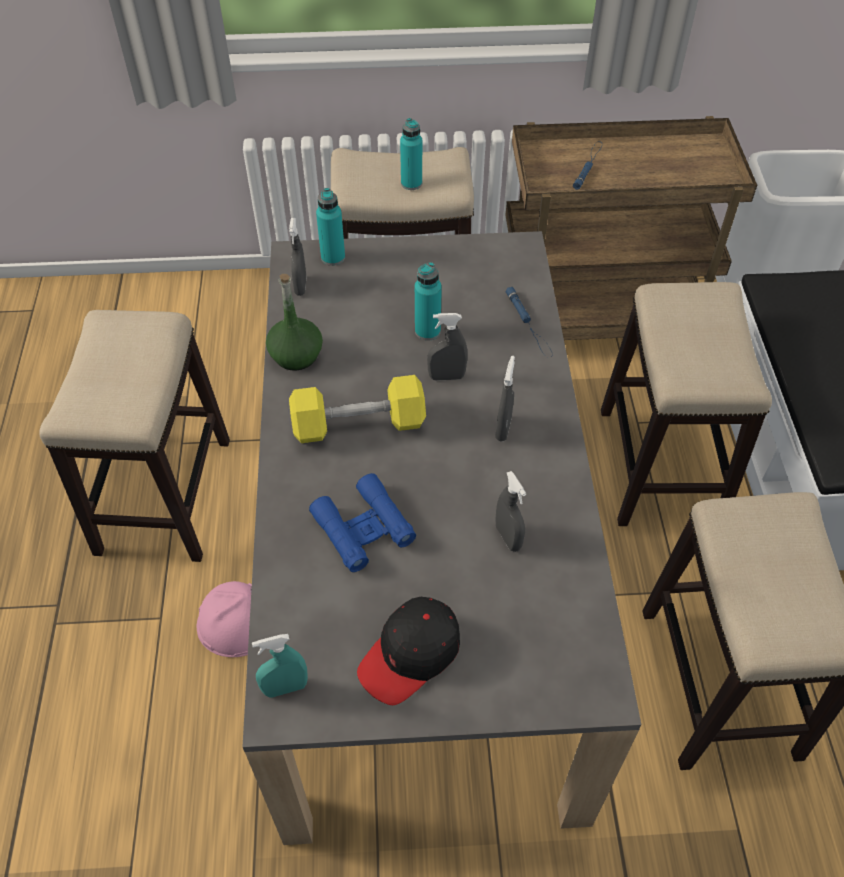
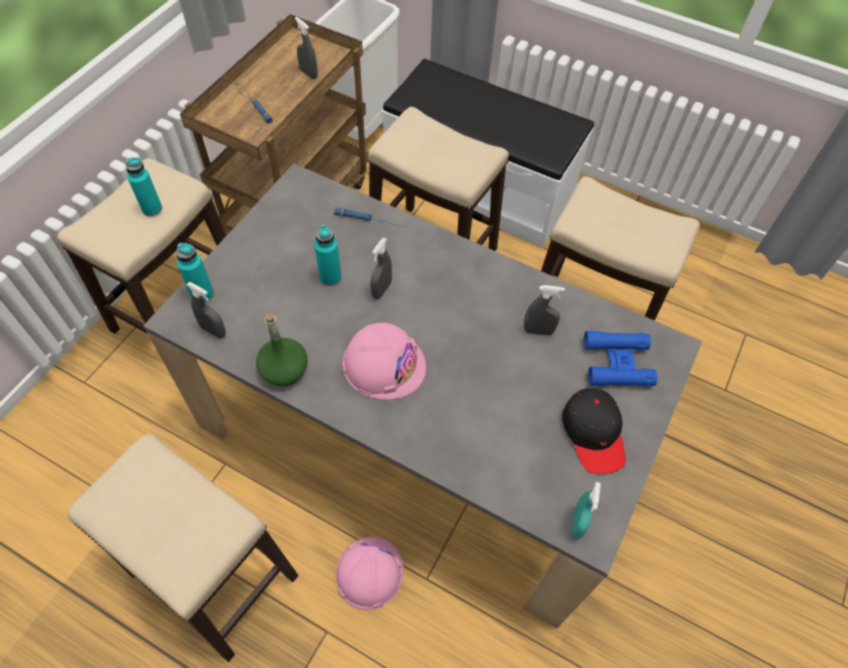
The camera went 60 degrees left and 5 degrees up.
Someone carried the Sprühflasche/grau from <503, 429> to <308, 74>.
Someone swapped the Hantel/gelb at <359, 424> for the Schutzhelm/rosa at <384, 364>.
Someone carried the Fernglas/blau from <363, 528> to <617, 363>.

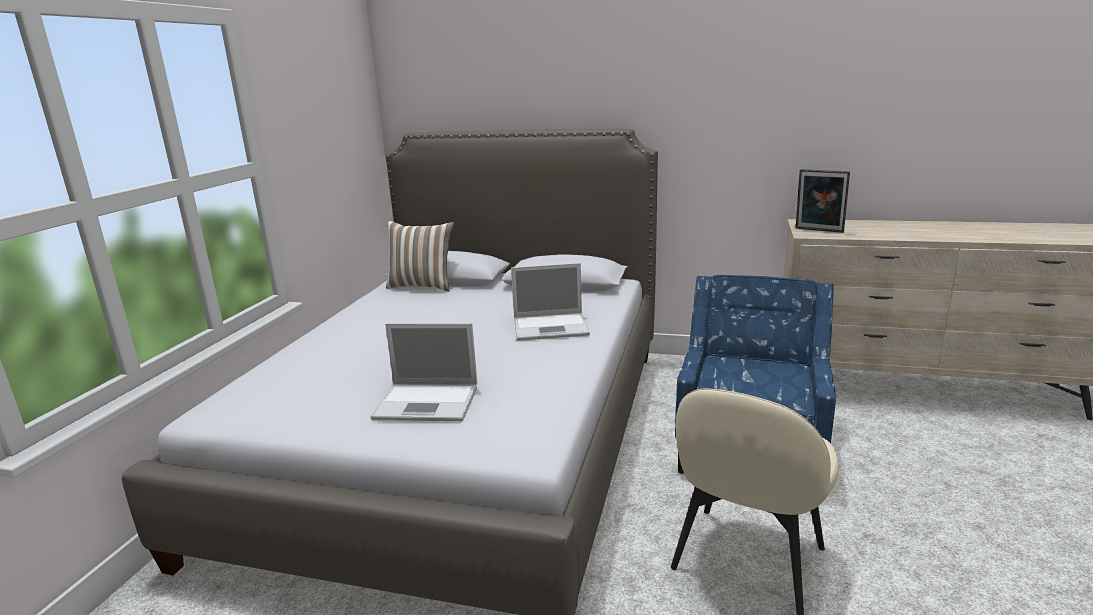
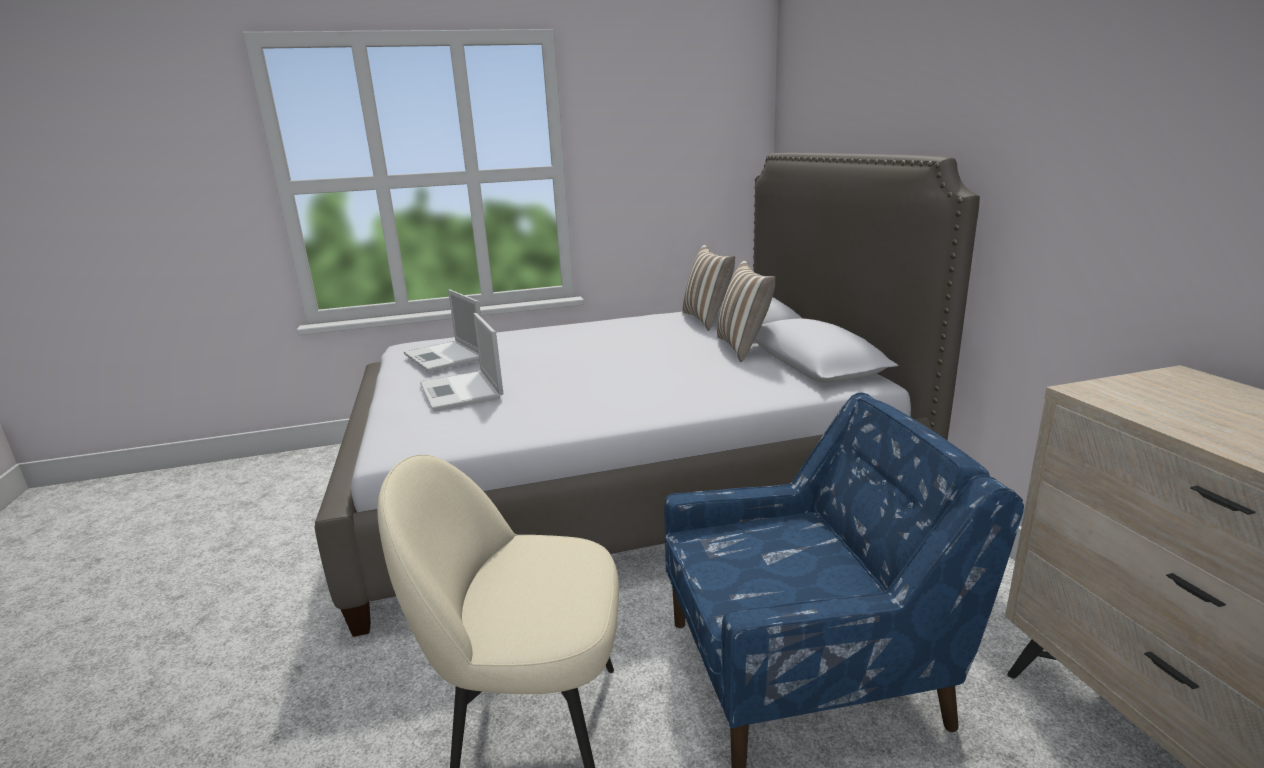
The camera went 60 degrees right and 0 degrees up.
Someone took away the Bilderrahmen at <818, 230>.
Someone carried the Laptop from <552, 327> to <445, 357>.
Someone put down the Kissen at <743, 348>.

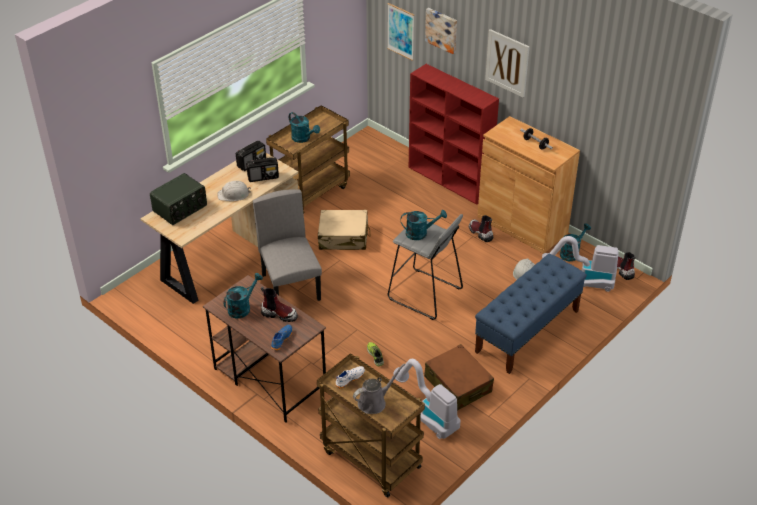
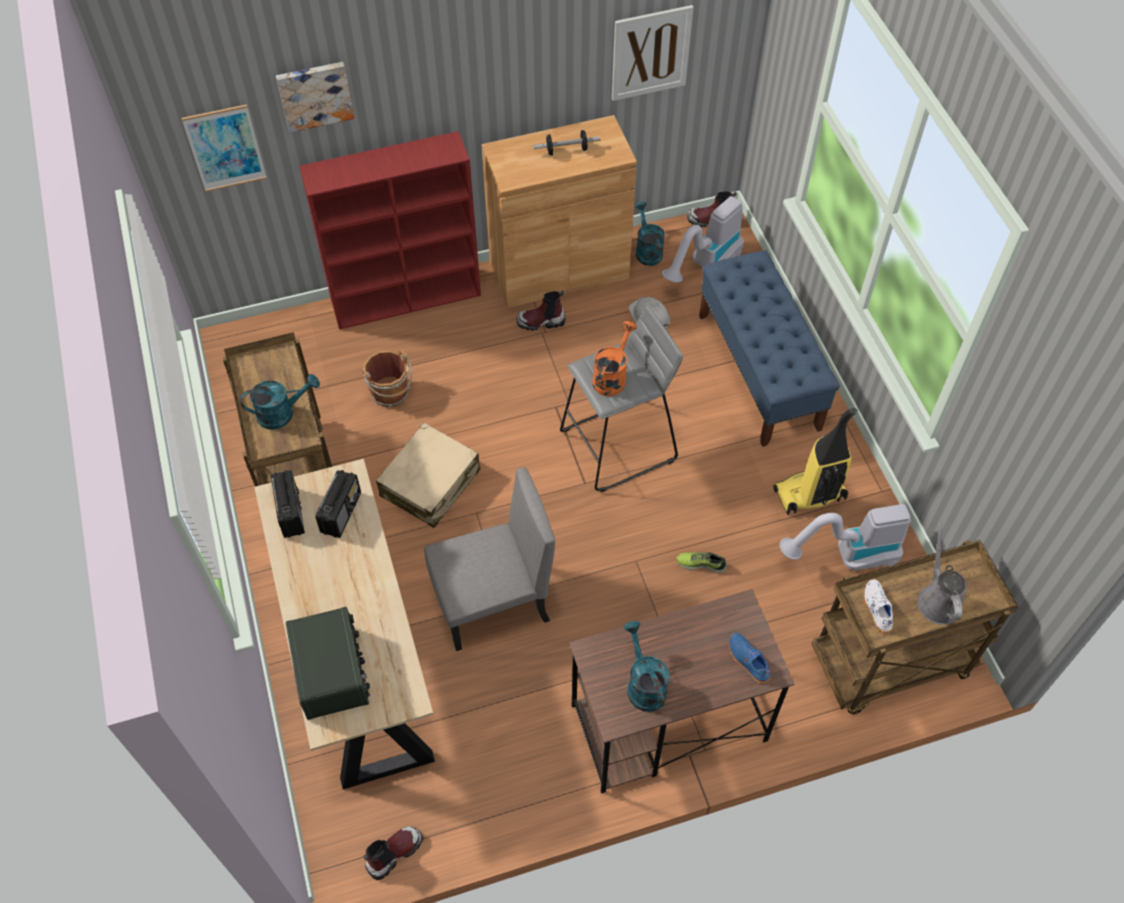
The camera went 60 degrees left and 15 degrees up.
Someone carried the Bild from <507, 63> to <650, 53>.
Someone took away the Schutzhelm/weiß at <234, 194>.
Someone rotated the Stuhl/grau at <291, 287> by 150 degrees clockwise.
Someone repainted the Gießkanne/türkis at <420, 233>, which became the Gießkanne/orange at <612, 376>.
Someone carried the Stiefel from <279, 314> to <393, 853>.
Someone swapped the Koffer/braun at <458, 384> for the Staubsauger at <809, 495>.
Someone put down the Eimer/braun at <391, 393>.

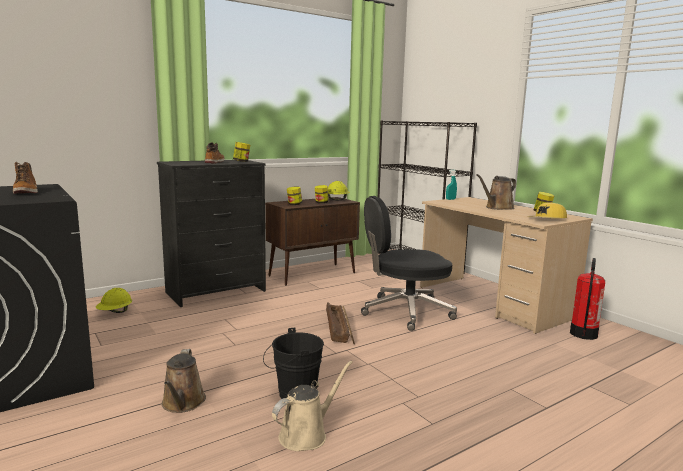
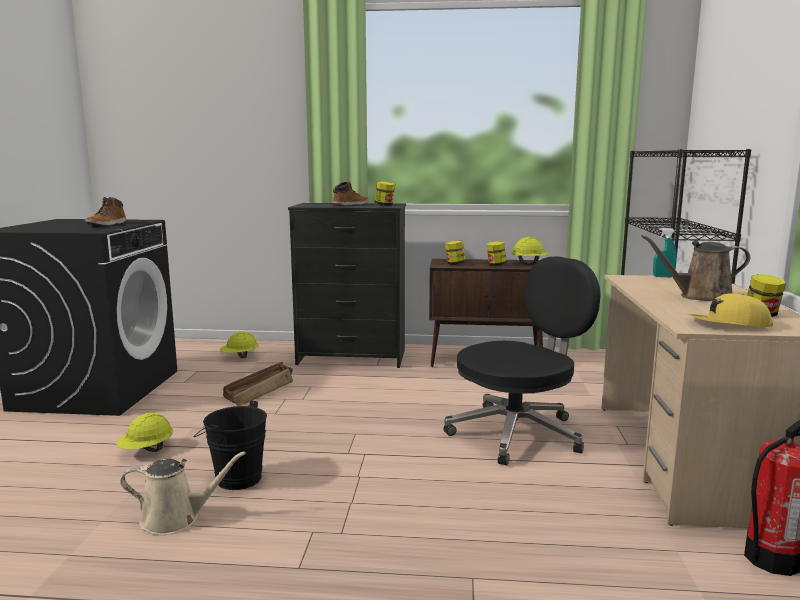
The camera went 40 degrees right and 0 degrees up.
Someone rotated the Bürostuhl/schwarz at <405, 312> by 120 degrees clockwise.
Someone carried the Kiste from <339, 328> to <261, 390>.
Someone swapped the Gießkanne/braun at <183, 403> for the Schutzhelm/gelb at <147, 450>.

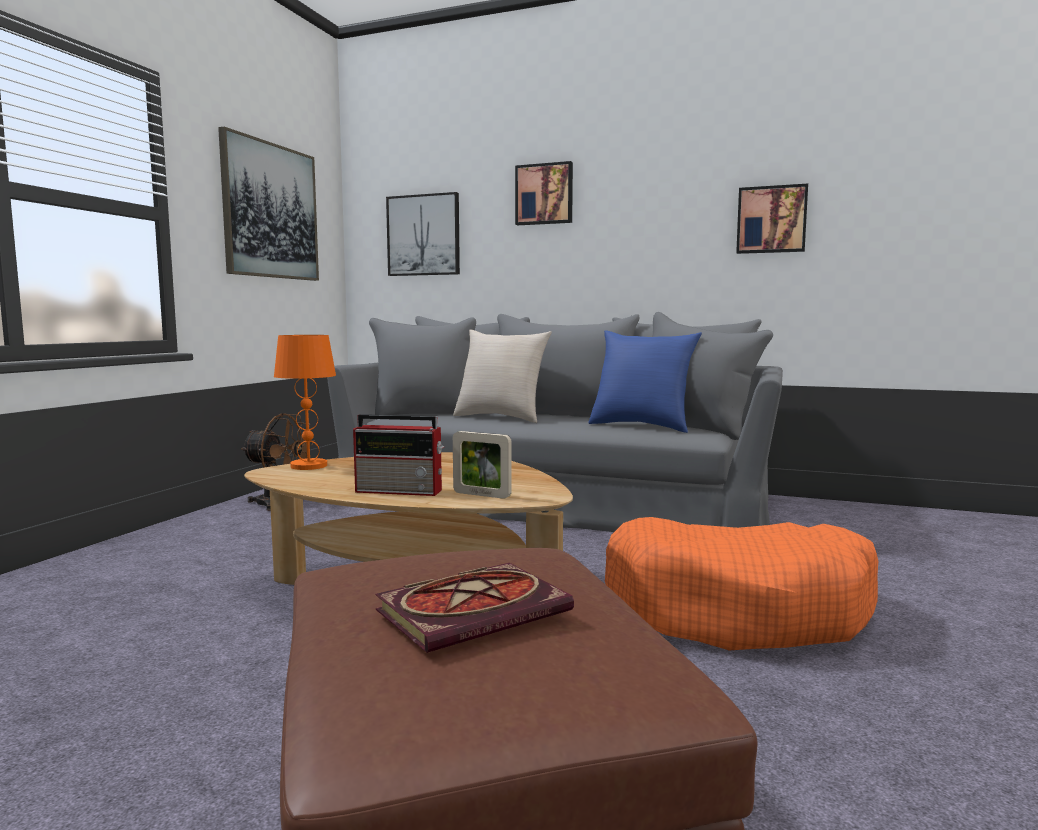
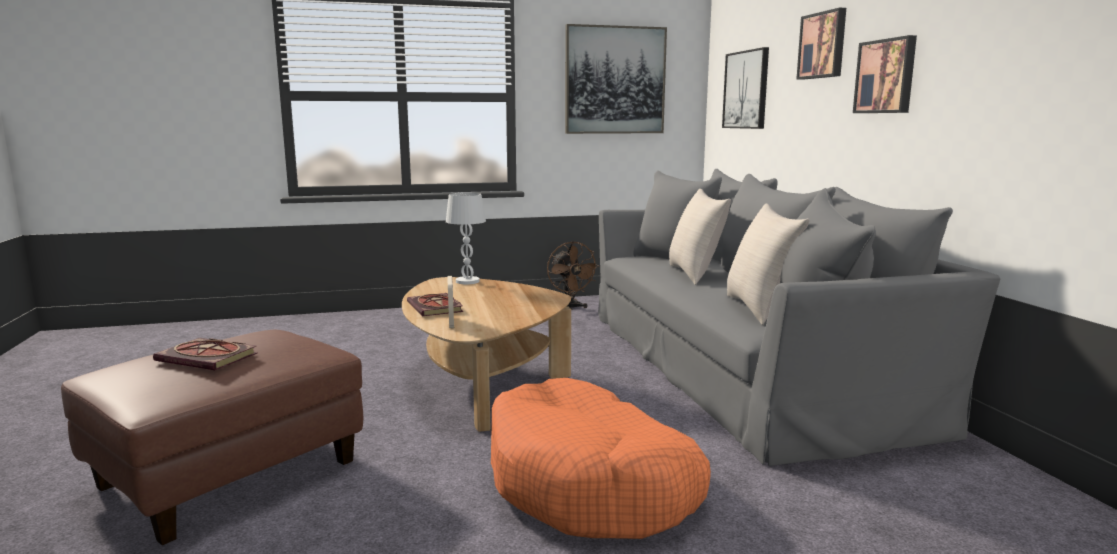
The camera went 55 degrees right and 5 degrees up.
Someone carried the Bild from <771, 220> to <886, 76>.
Someone repainted the Kissen/blau at <642, 426>, which became the Kissen/beige at <760, 309>.
Someone repainted the Tischlampe/orange at <308, 466>, which became the Tischlampe/weiß at <467, 281>.
Someone swapped the Radio at <401, 491> for the Buch at <436, 308>.

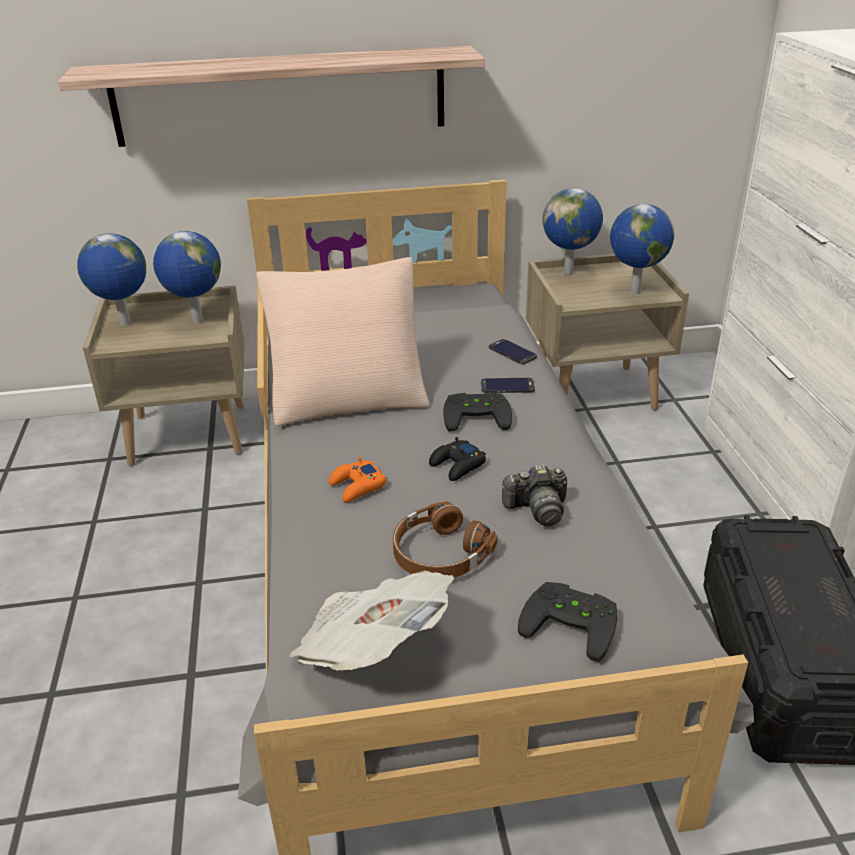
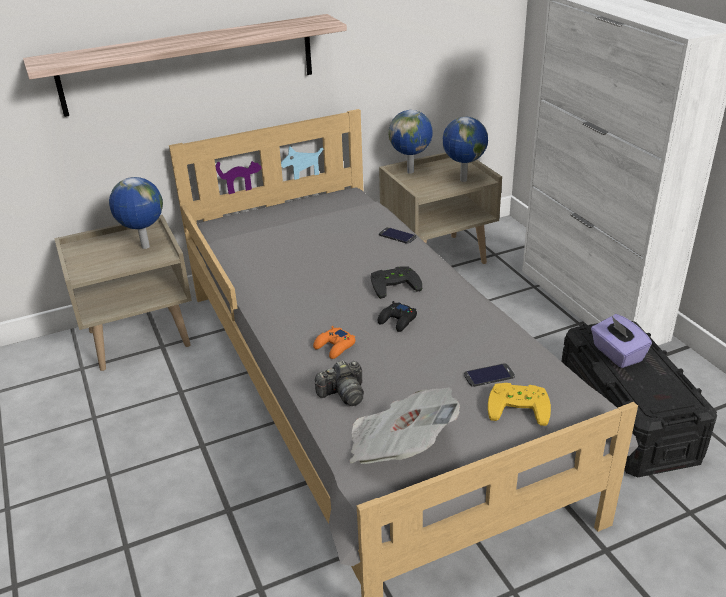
The camera went 15 degrees left and 0 degrees up.
Someone took away the Globus at <125, 324>.
Someone took away the Kissen/beige at <348, 394>.
Someone carried the Handy from <507, 386> to <489, 375>.
Someone carried the Kamera from <537, 509> to <343, 394>.
Someone took away the Kopfhörer/braun at <439, 554>.
Someone repainted the Gamepad/schwarz at <572, 621>, which became the Gamepad/gelb at <519, 405>.
Someone put down the Taschentuchbox/lila at <617, 354>.

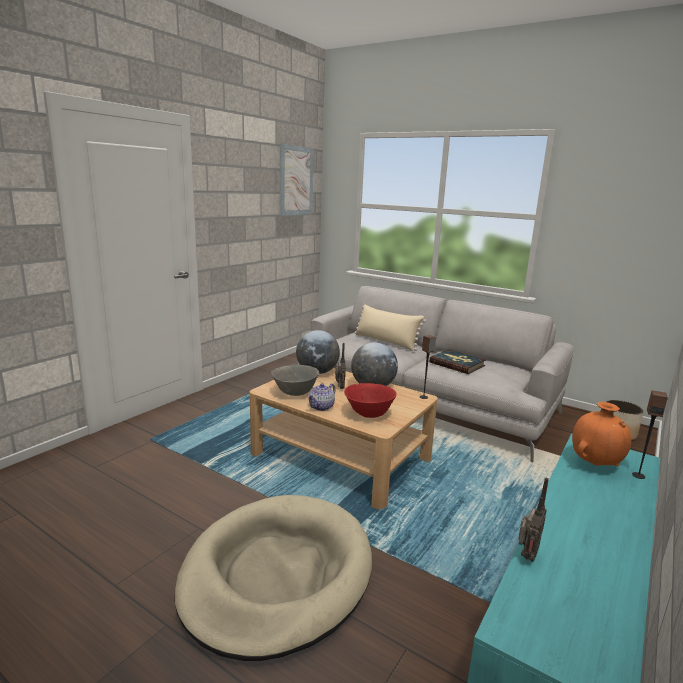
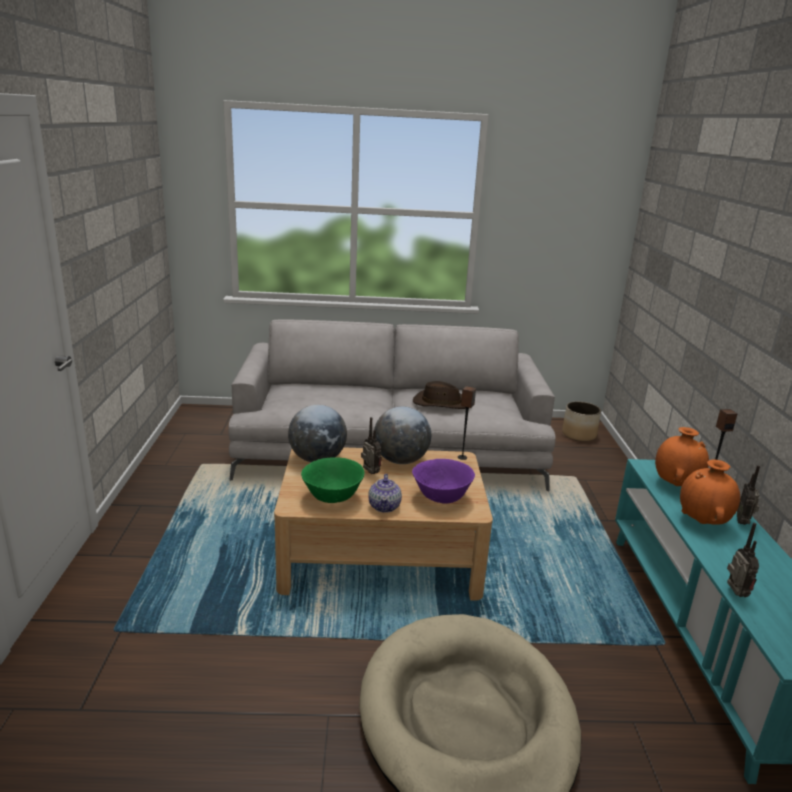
The camera went 35 degrees left and 5 degrees up.
Someone took away the Bild at <296, 181>.
Someone took away the Kissen/beige at <386, 342>.
Someone swapped the Buch at <457, 364> for the Hut/braun at <441, 403>.
Someone repainted the Schüssel/grau at <295, 393>, which became the Schüssel/grün at <333, 498>.
Someone repainted the Schüssel/rot at <369, 414>, which became the Schüssel/lila at <441, 498>.
Someone put down the Vase/orange at <702, 522>.
Someone put down the Radio at <743, 522>.

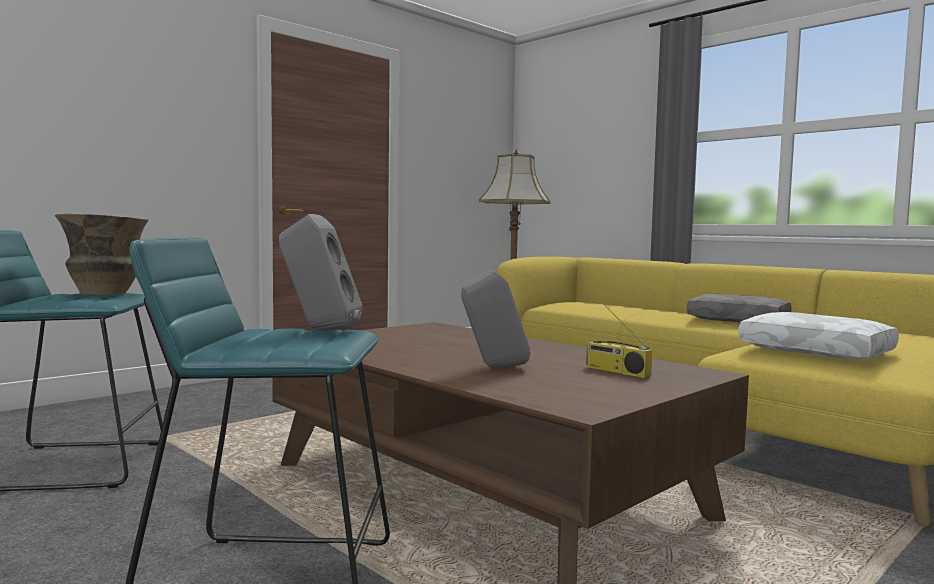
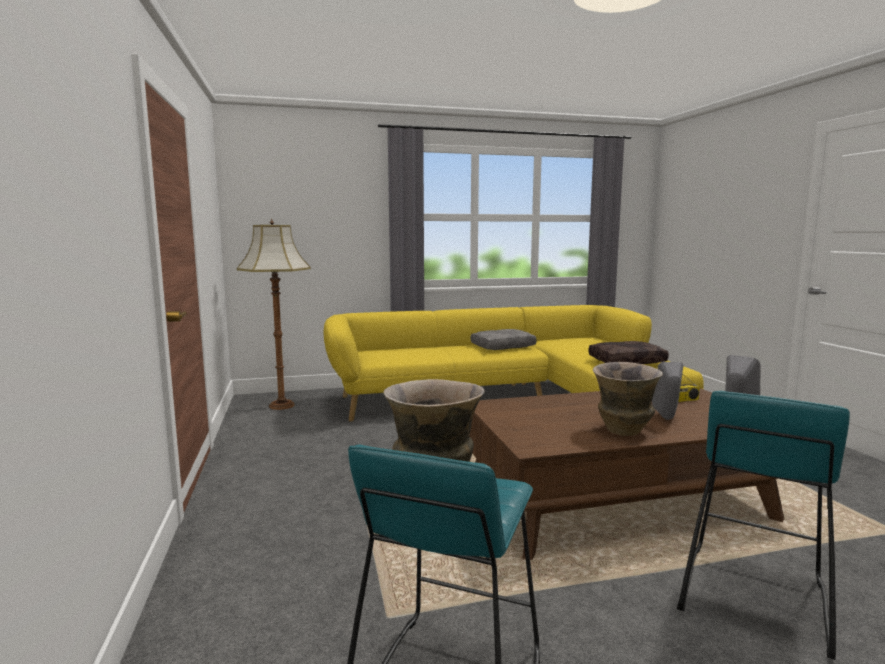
The camera went 60 degrees left and 5 degrees up.
Someone repainted the Kissen/weiß at <817, 351>, which became the Kissen/braun at <626, 361>.
Someone put down the Vase at <624, 431>.

